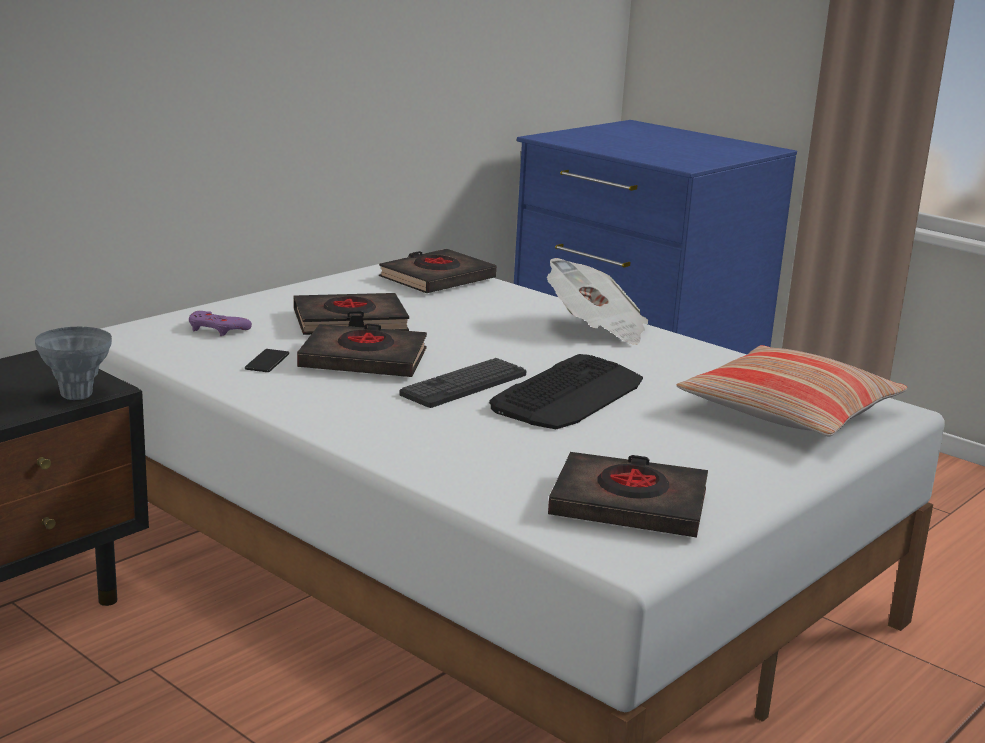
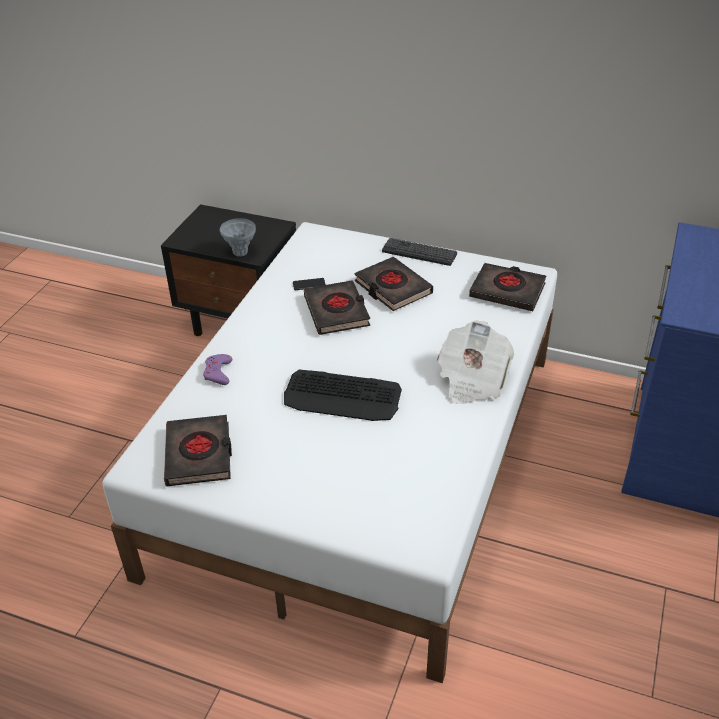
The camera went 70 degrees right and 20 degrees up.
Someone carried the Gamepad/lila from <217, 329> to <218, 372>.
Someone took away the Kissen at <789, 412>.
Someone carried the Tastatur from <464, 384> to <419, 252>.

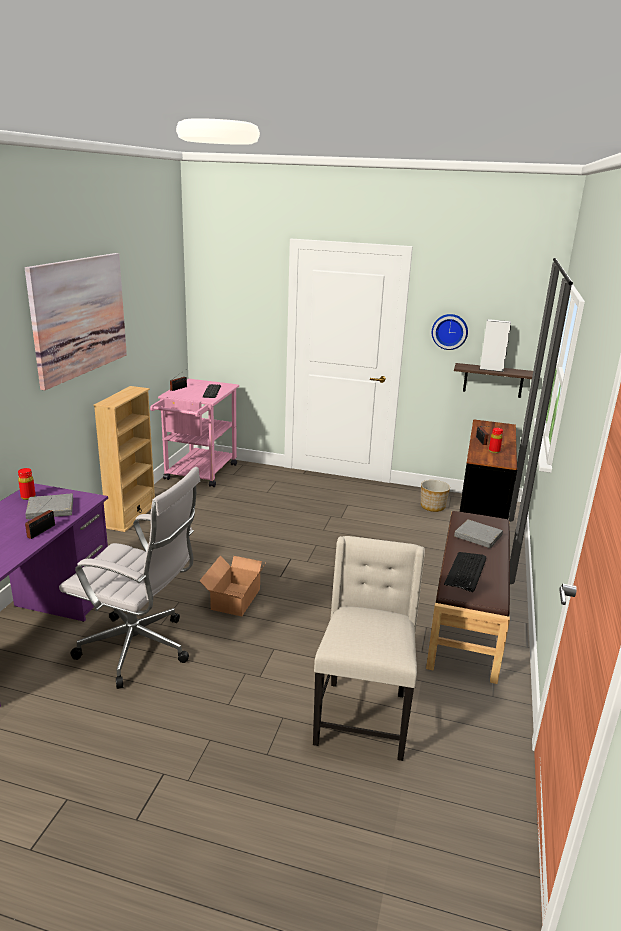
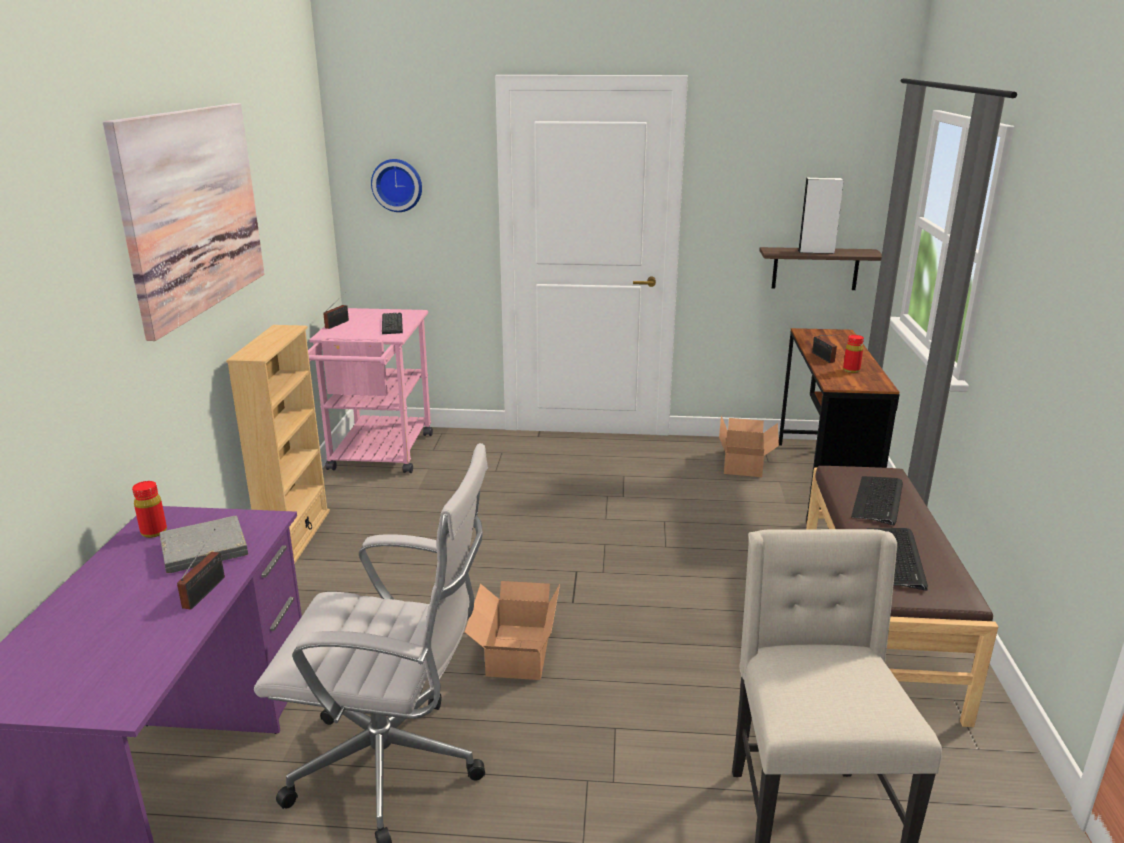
The camera went 10 degrees left and 0 degrees up.
Someone carried the Wanduhr from <449, 331> to <397, 185>.
Someone swapped the Pflanzkübel at <433, 506> for the Karton at <745, 463>.
Someone swapped the Buch/grau at <478, 536> for the Tastatur at <878, 500>.

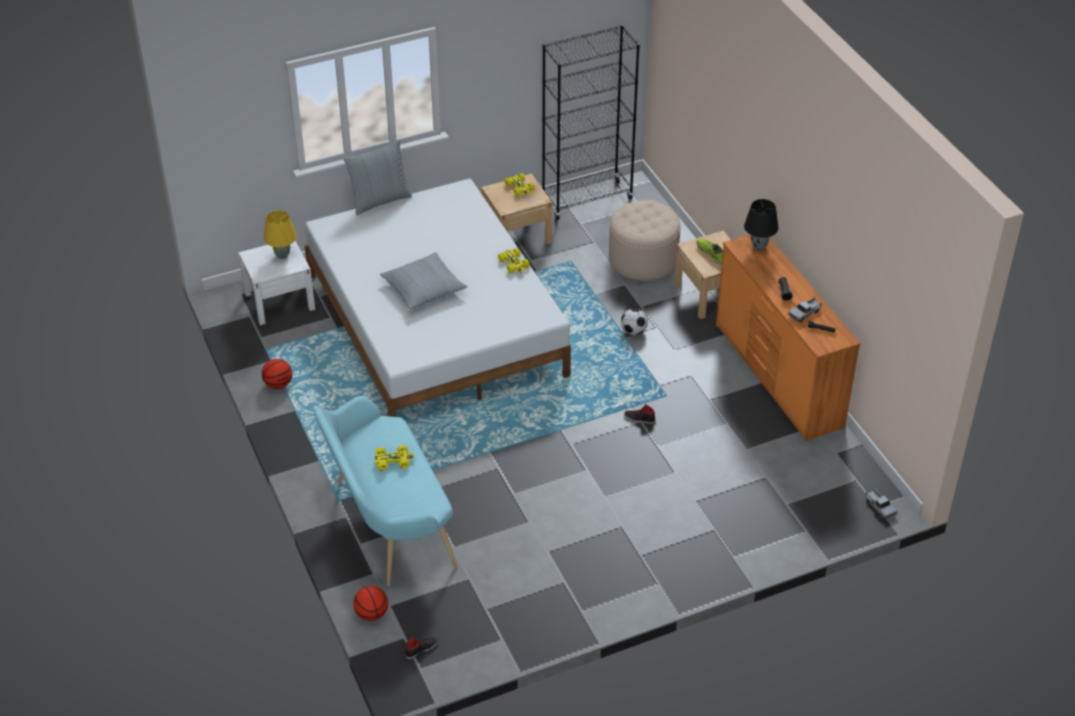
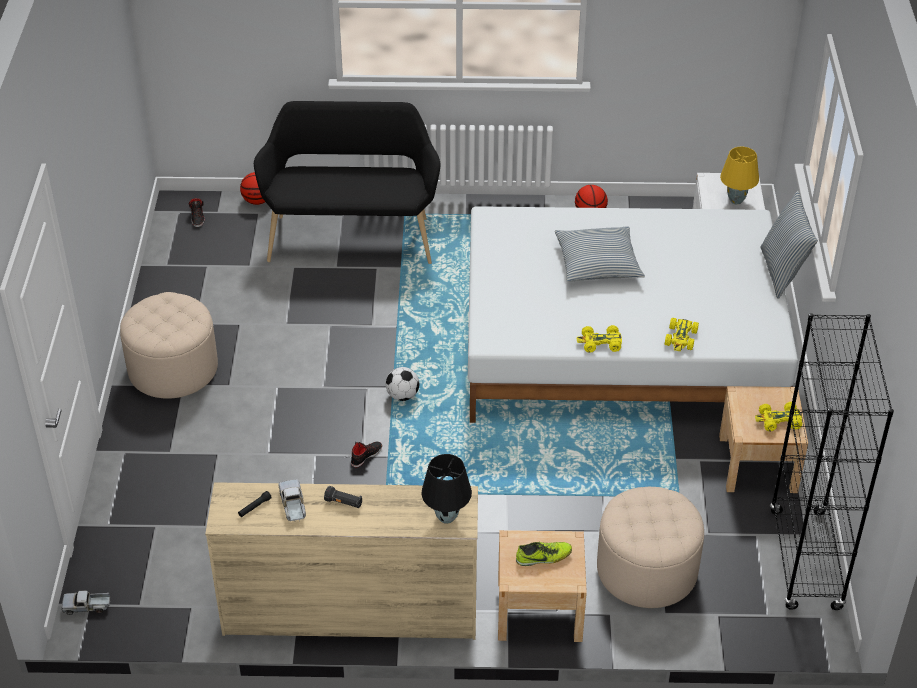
The camera went 115 degrees right and 0 degrees up.
Someone repainted the Kommode/orange at <777, 376>, which became the Kommode/beige at <350, 611>.
Someone carried the Fußball from <633, 331> to <402, 395>.
Someone repainted the Bank/türkis at <388, 525>, which became the Bank/schwarz at <352, 235>.
Someone carried the Spielzeugauto/gelb from <393, 461> to <681, 338>.
Someone put down the Polsterhocker/beige at <173, 368>.

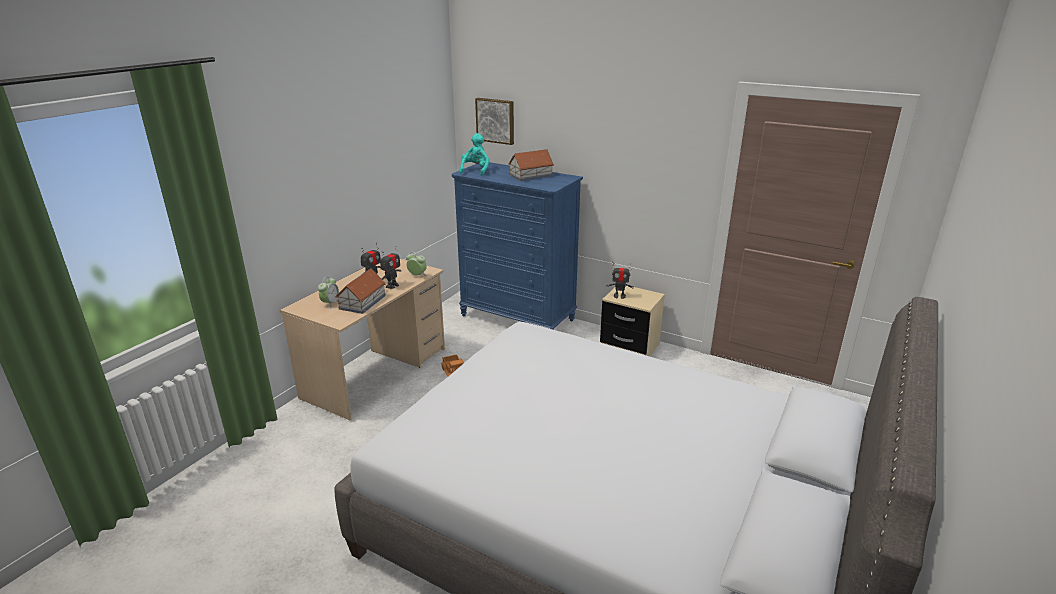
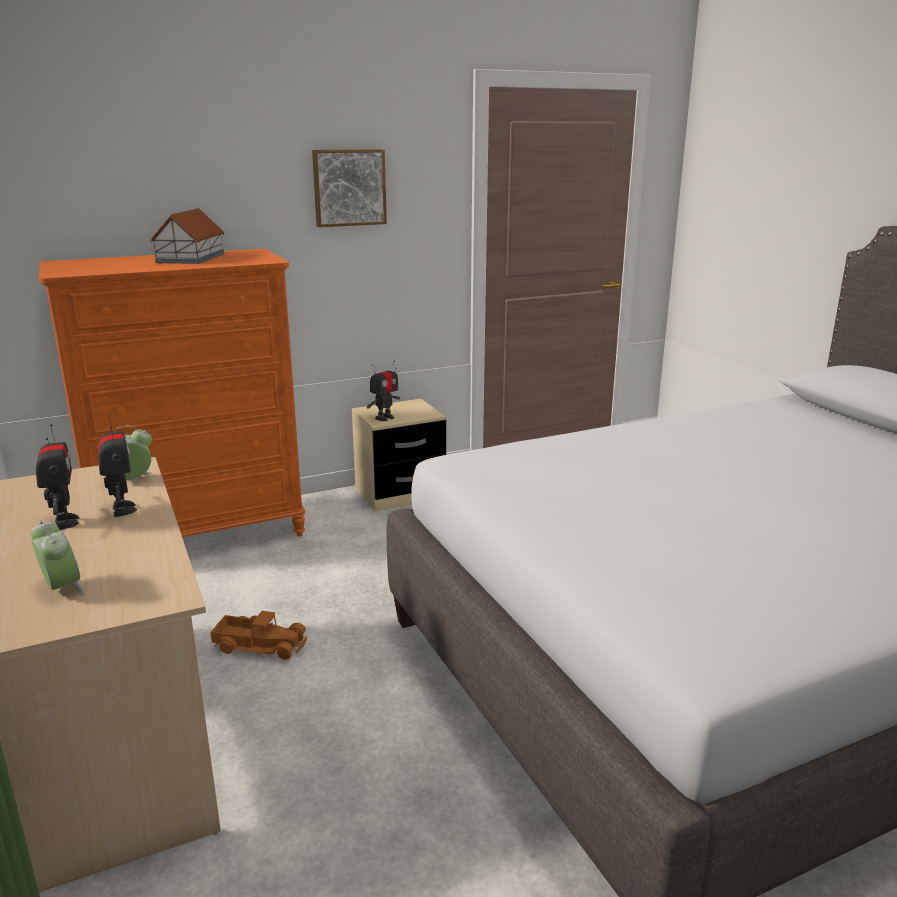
The camera went 55 degrees left and 5 degrees down.
Someone carried the Bild from <495, 120> to <349, 187>.
Someone took away the Plüschtier/türkis at <476, 171>.
Someone repainted the Kommode/blau at <518, 317>, which became the Kommode/orange at <199, 534>.
Someone took away the Spielzeughaus at <362, 302>.

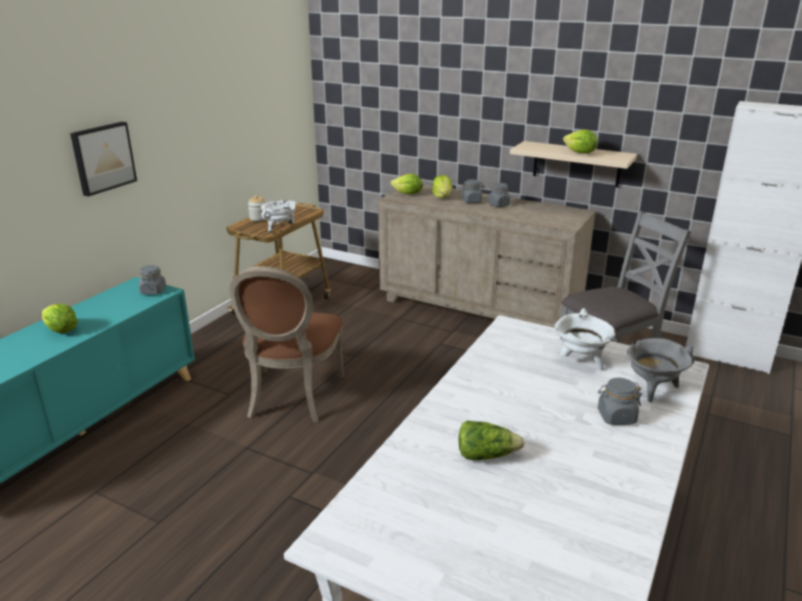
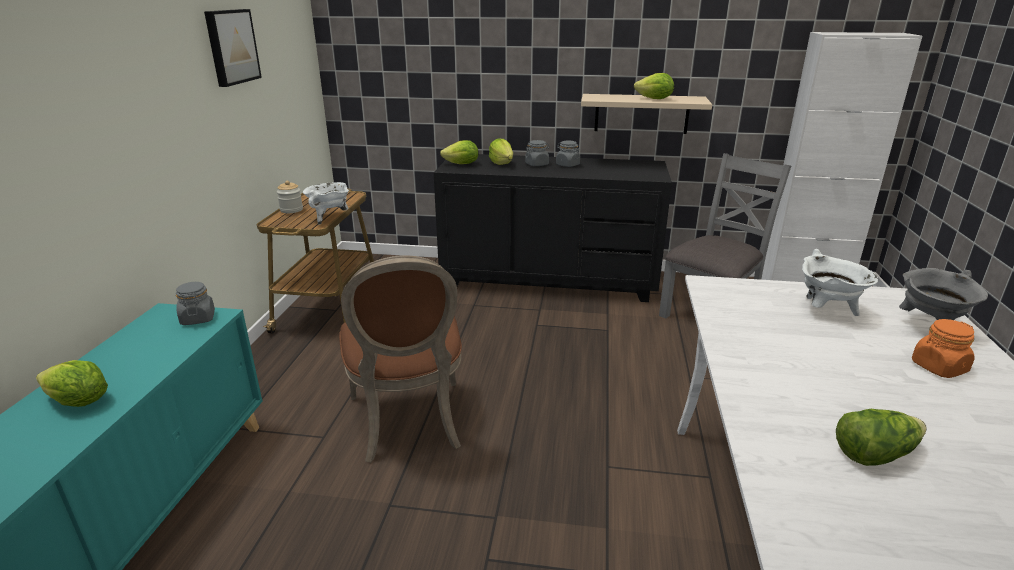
The camera went 20 degrees left and 0 degrees up.
Someone carried the Bild from <102, 157> to <231, 47>.
Someone repainted the Kommode/beige at <478, 308>, which became the Kommode/schwarz at <549, 281>.
Someone repainted the Vorratsglas/grau at <616, 417>, which became the Vorratsglas/orange at <938, 367>.

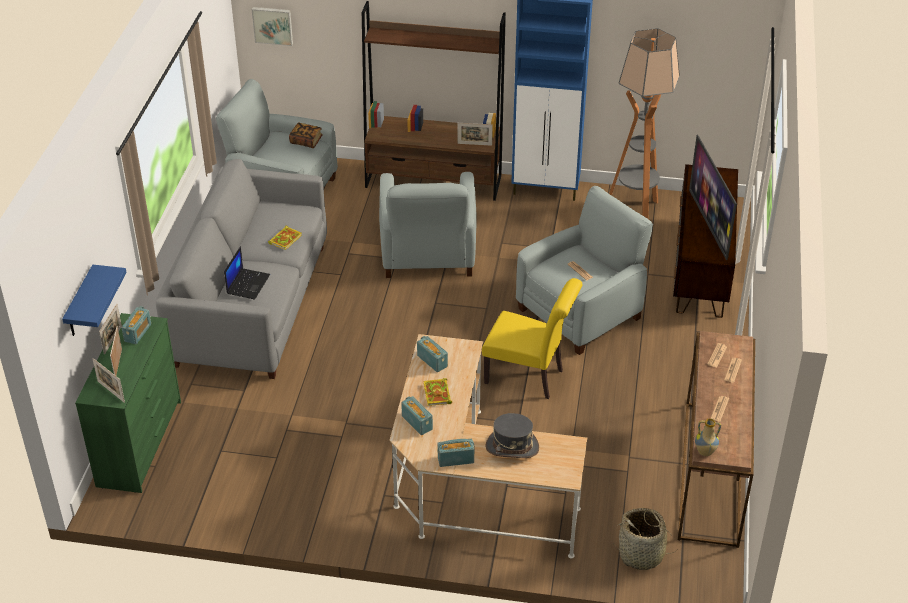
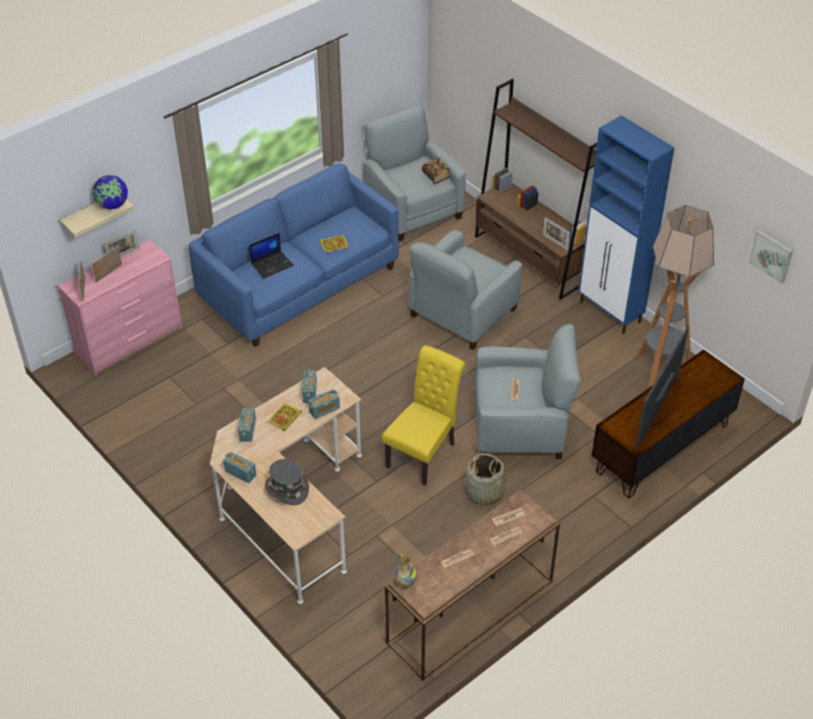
The camera went 40 degrees right and 5 degrees up.
Someone carried the Bild from <273, 25> to <772, 255>.
Someone repainted the Sofa/grau at <251, 304>, which became the Sofa/blau at <299, 284>.
Someone repainted the Wandregal/blau at <80, 303>, which became the Wandregal/beige at <91, 216>.
Someone rotated the Stuhl/gelb at <529, 377> by 120 degrees counterclockwise.
Someone carried the Radio from <138, 333> to <324, 410>.
Someone repainted the Kommode/grün at <140, 444>, which became the Kommode/rosa at <130, 342>.
Someone carried the Korb from <641, 554> to <485, 492>.
Someone put down the Globus at <113, 205>.

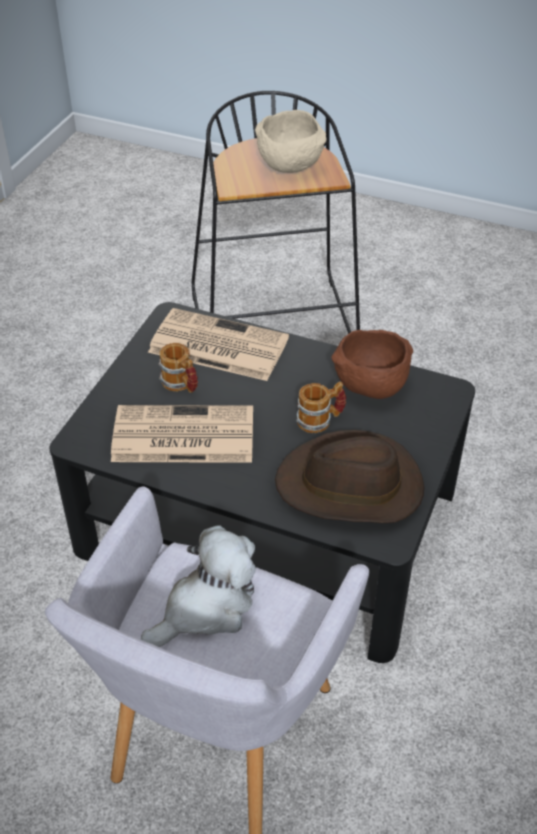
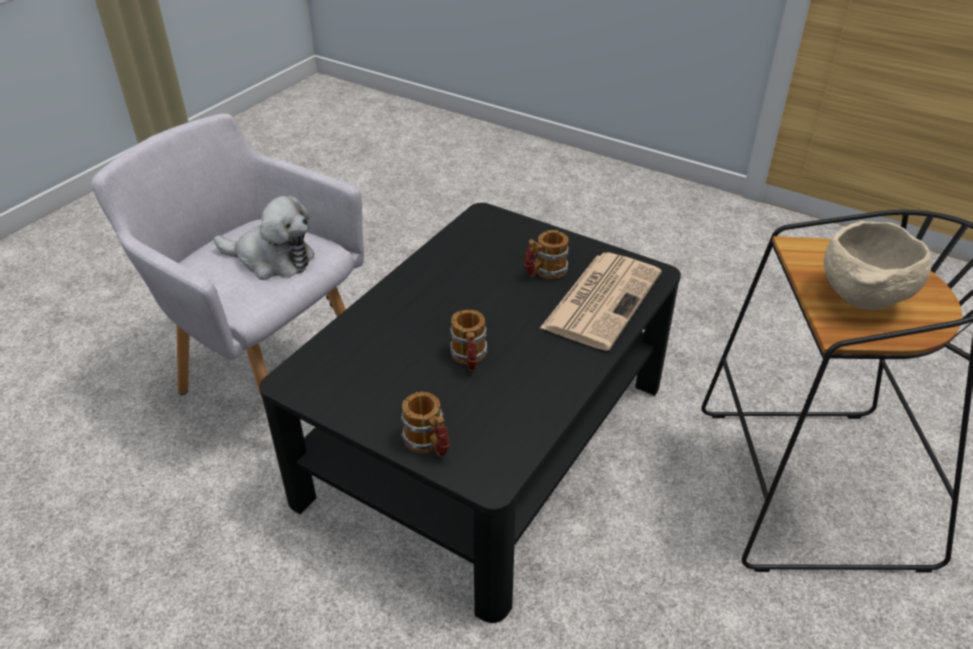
The camera went 100 degrees right and 5 degrees down.
Someone took away the Schüssel/braun at <369, 388>.
Someone took away the Zeitung at <181, 436>.
Someone took away the Hut/braun at <350, 486>.
Someone rotated the Plüschtier at <207, 607> by 45 degrees counterclockwise.
Someone put down the Henkelbecher at <429, 444>.

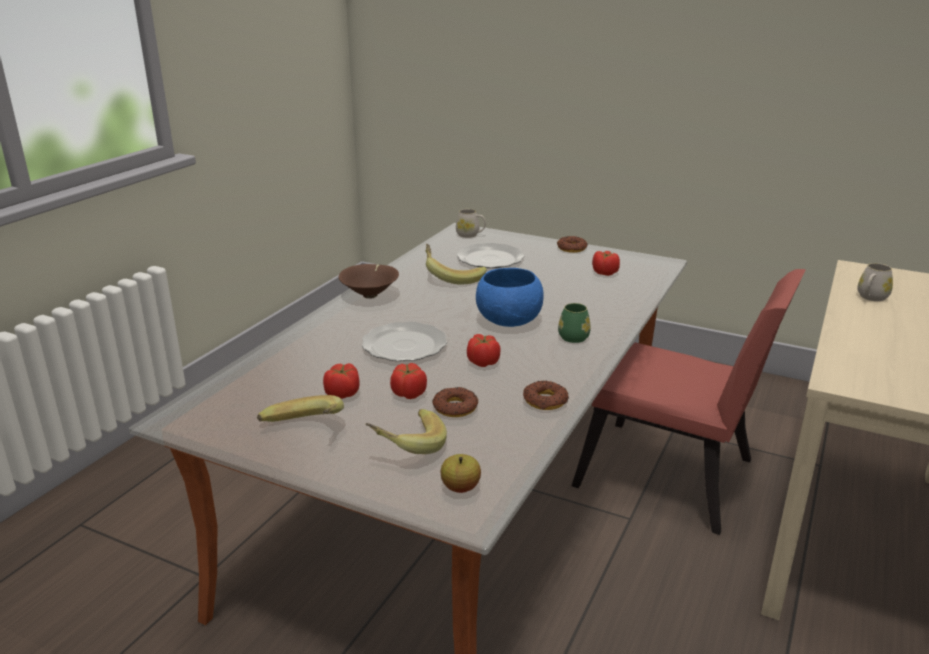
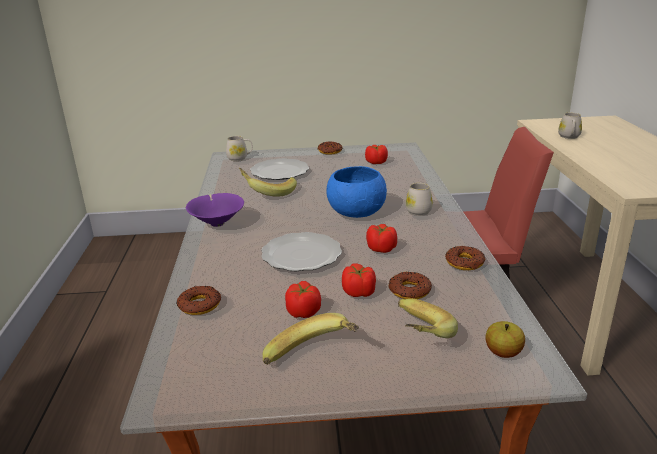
The camera went 30 degrees left and 0 degrees up.
Someone repainted the Schüssel/braun at <370, 295>, which became the Schüssel/lila at <217, 223>.
Someone repainted the Henkelbecher/grün at <574, 335>, which became the Henkelbecher/weiß at <417, 210>.
Someone put down the Donut at <199, 305>.

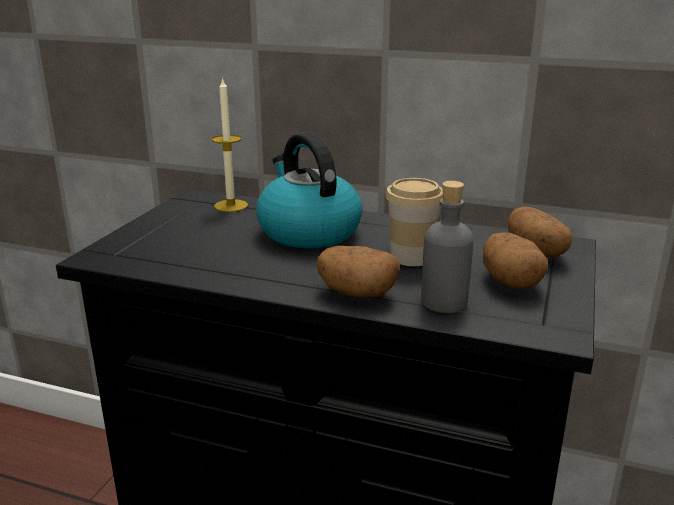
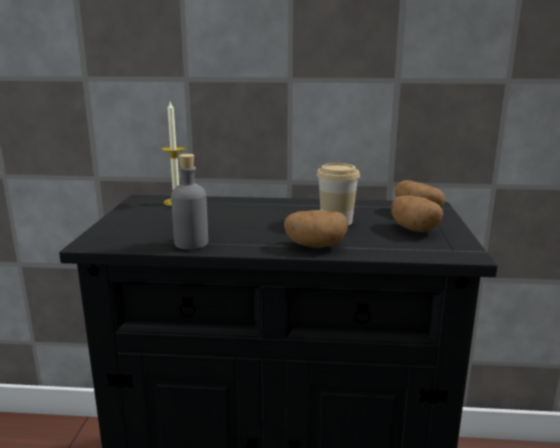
The camera went 15 degrees left and 5 degrees down.
Someone took away the Wasserkessel at <308, 231>.
Someone carried the Flasche/grau from <444, 302> to <191, 243>.

